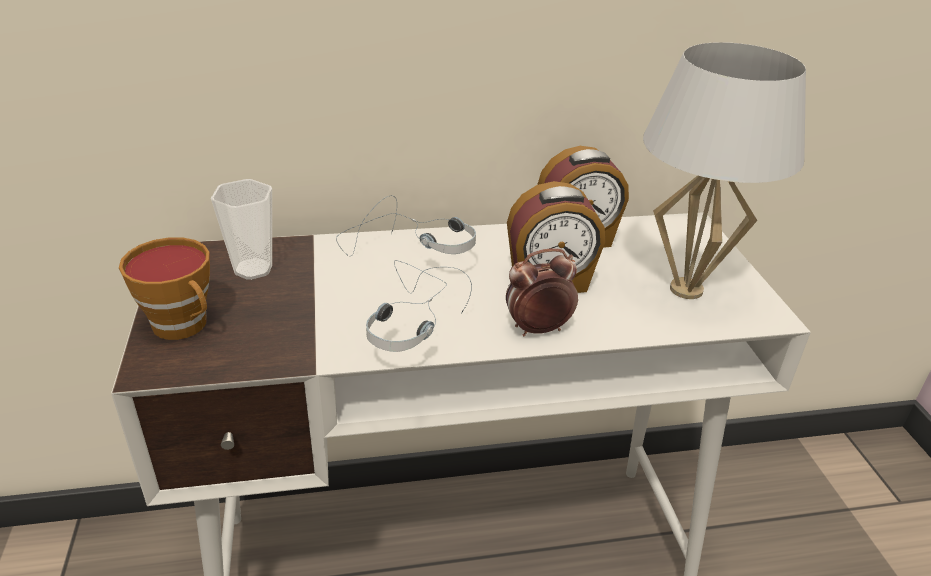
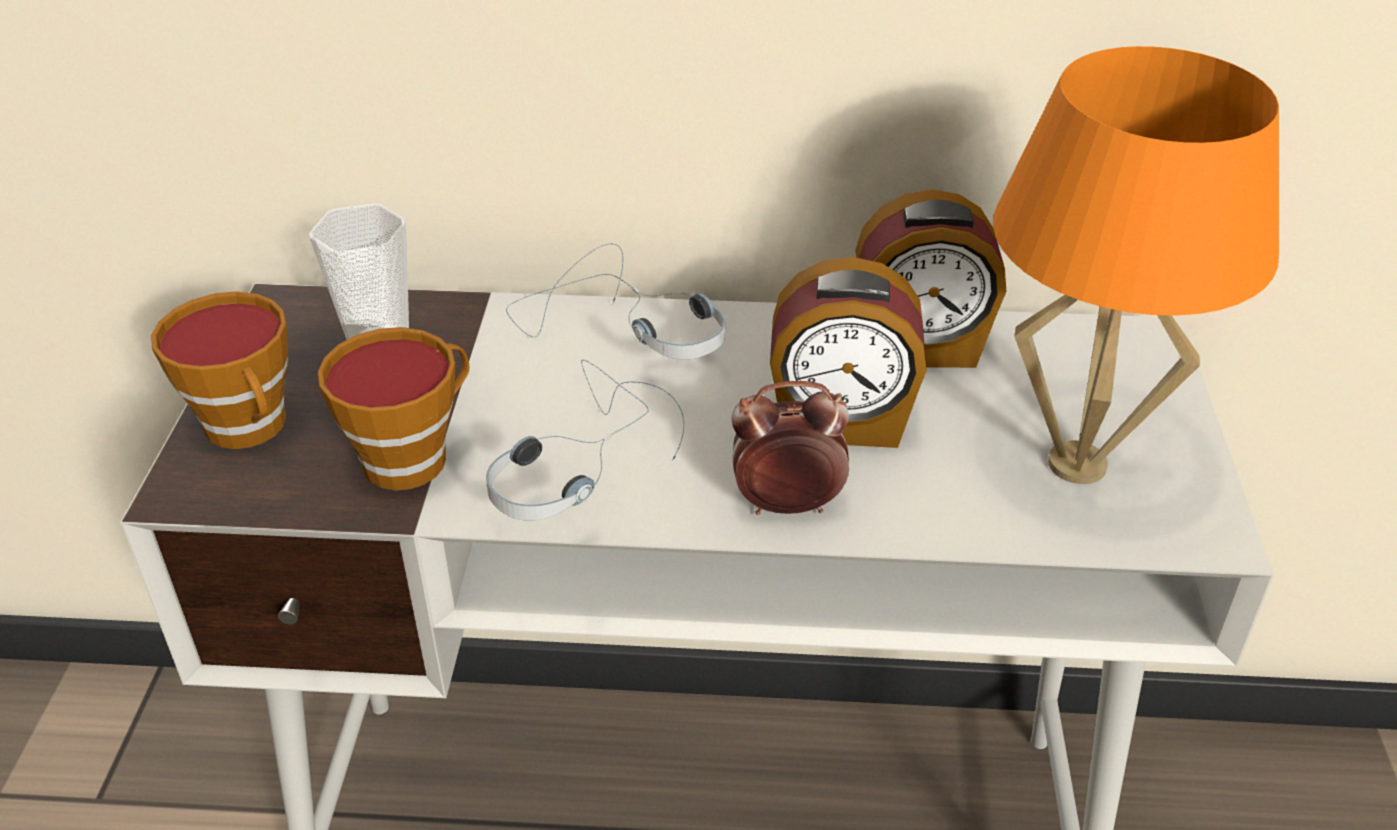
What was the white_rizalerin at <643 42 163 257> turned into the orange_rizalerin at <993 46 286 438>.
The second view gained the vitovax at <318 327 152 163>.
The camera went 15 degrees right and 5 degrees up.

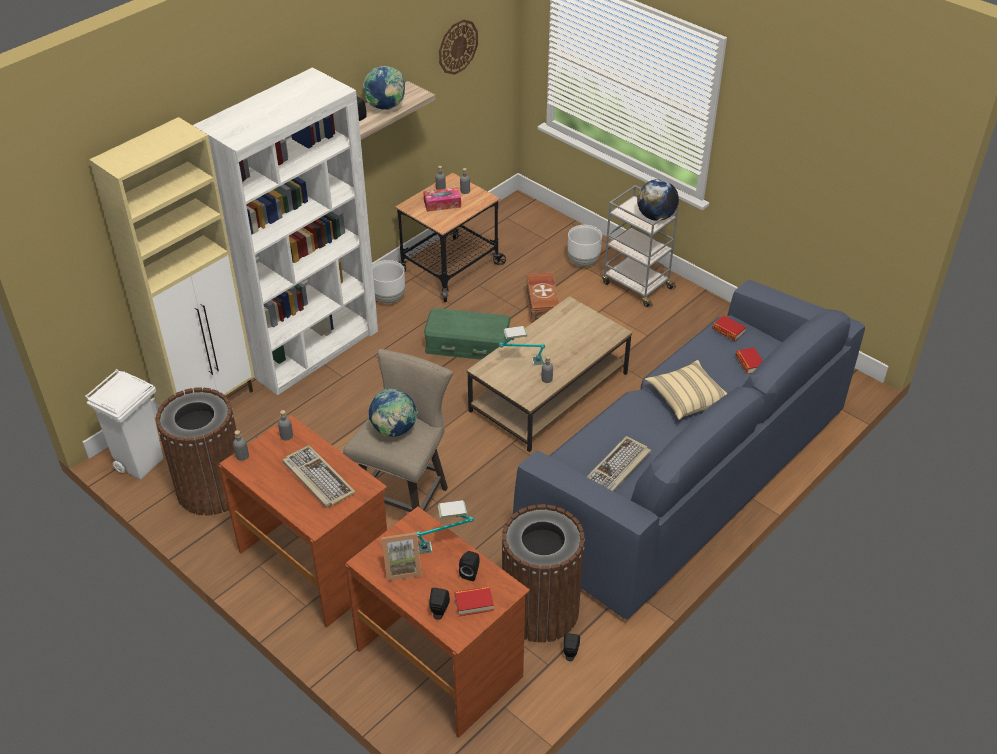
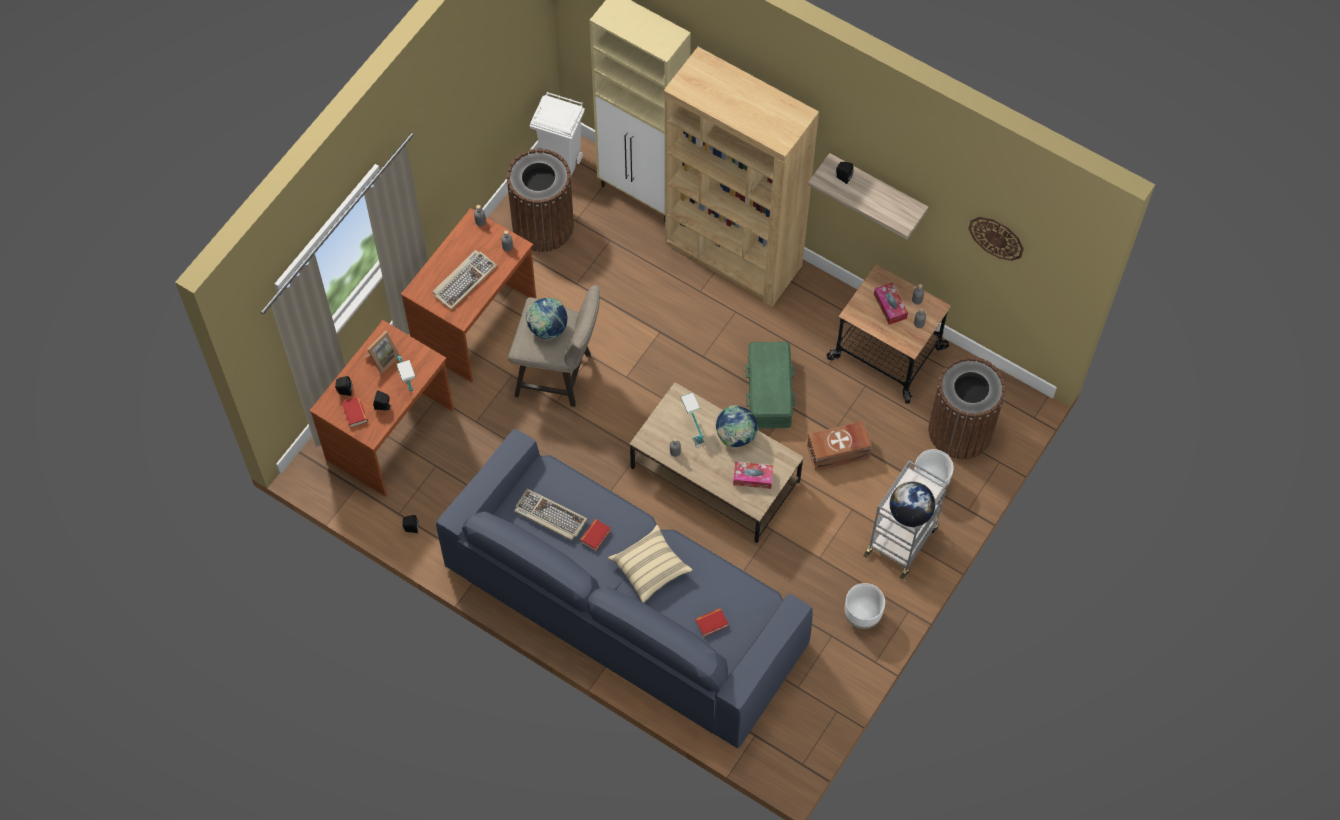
The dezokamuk ended up elsewhere, having gone from <363 66 42 44> to <716 405 43 43>.
What was the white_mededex at <193 67 185 328> turned into the brown_mededex at <664 47 155 260>.
The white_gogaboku ended up elsewhere, having gone from <372 260 33 44> to <845 583 40 46>.
The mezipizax ended up elsewhere, having gone from <712 315 34 26> to <580 519 31 33>.
The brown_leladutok ended up elsewhere, having gone from <501 504 84 138> to <928 357 78 103>.
The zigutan at <382 532 40 49> ended up facing another way, 120 degrees counterclockwise from before.
The second view gained the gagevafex at <733 462 40 27>.
The camera went 80 degrees right and 20 degrees up.

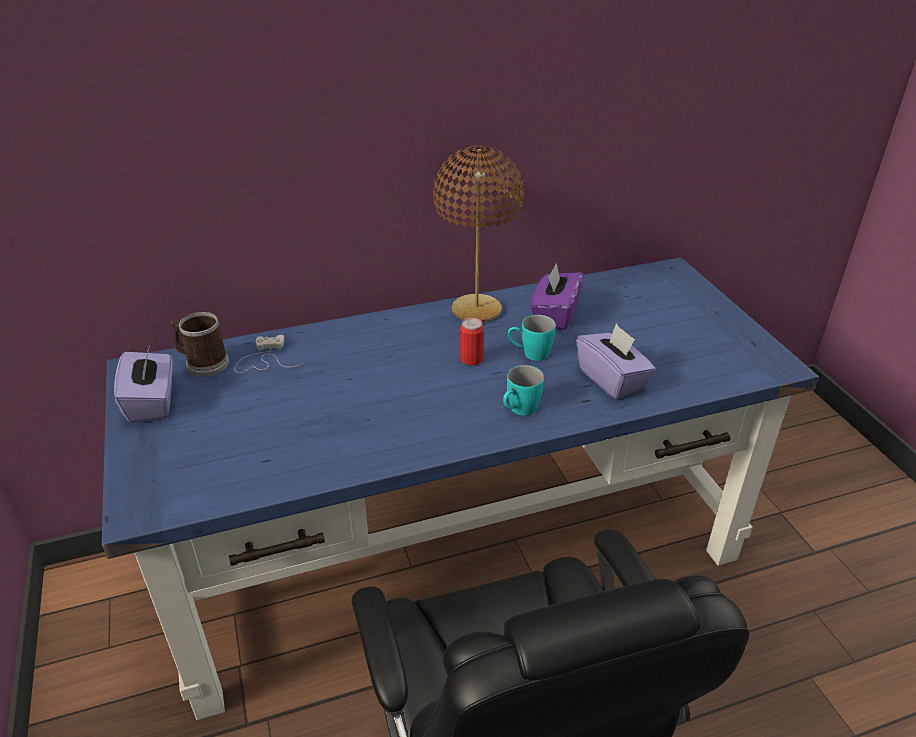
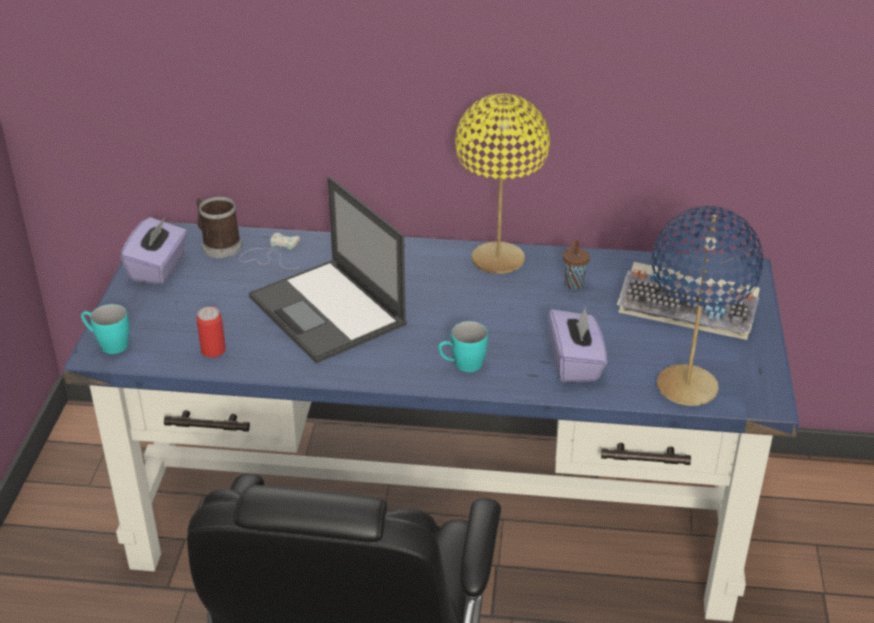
What was the brown_rizalerin at <433 145 91 177> turned into the yellow_rizalerin at <455 93 95 181>.
Where the purple_gagevafex stood at <530 263 54 67>, the brown_vitovax came to stand at <563 240 27 49>.
The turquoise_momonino ended up elsewhere, having gone from <508 315 48 46> to <81 304 48 50>.
The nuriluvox ended up elsewhere, having gone from <460 318 24 48> to <196 307 30 51>.
The second view gained the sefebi at <249 177 158 186>.
The second view gained the blue_rizalerin at <652 206 111 200>.
The second view gained the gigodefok at <617 262 143 78>.
The camera went 25 degrees right and 0 degrees up.

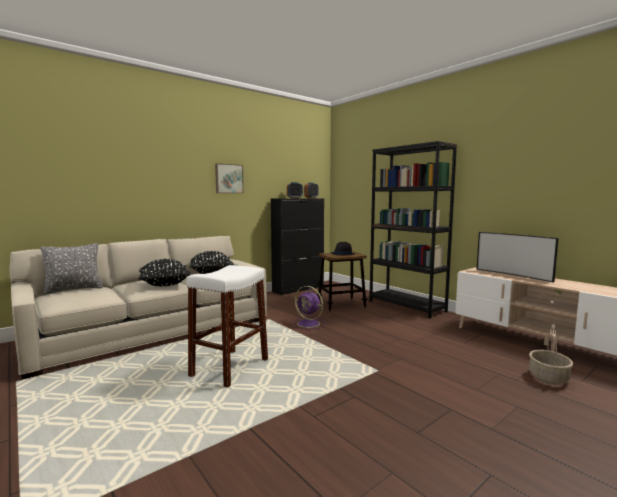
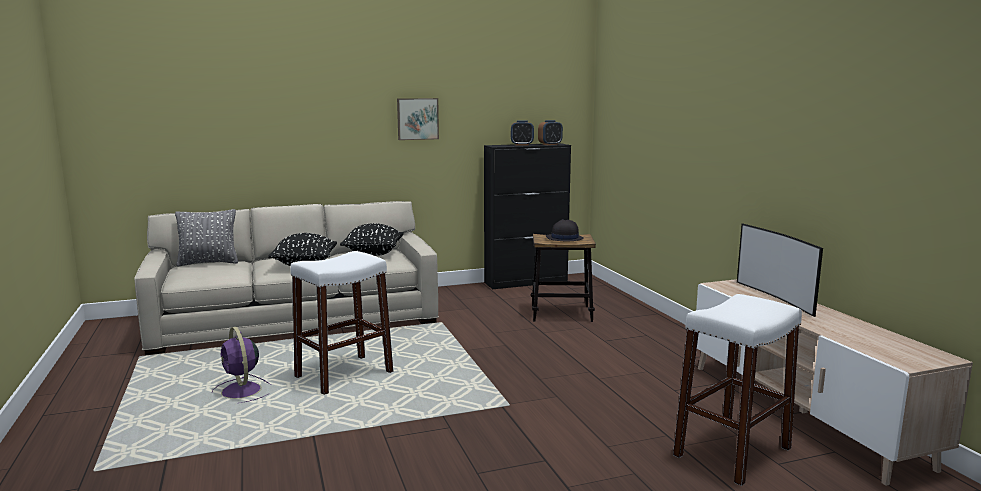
The second view lost the black_mededex at <369 141 88 177>.
The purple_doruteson ended up elsewhere, having gone from <292 286 35 44> to <212 327 59 76>.
Where the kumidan stood at <529 324 44 61>, the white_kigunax came to stand at <673 294 129 192>.
The camera went 20 degrees right and 5 degrees up.

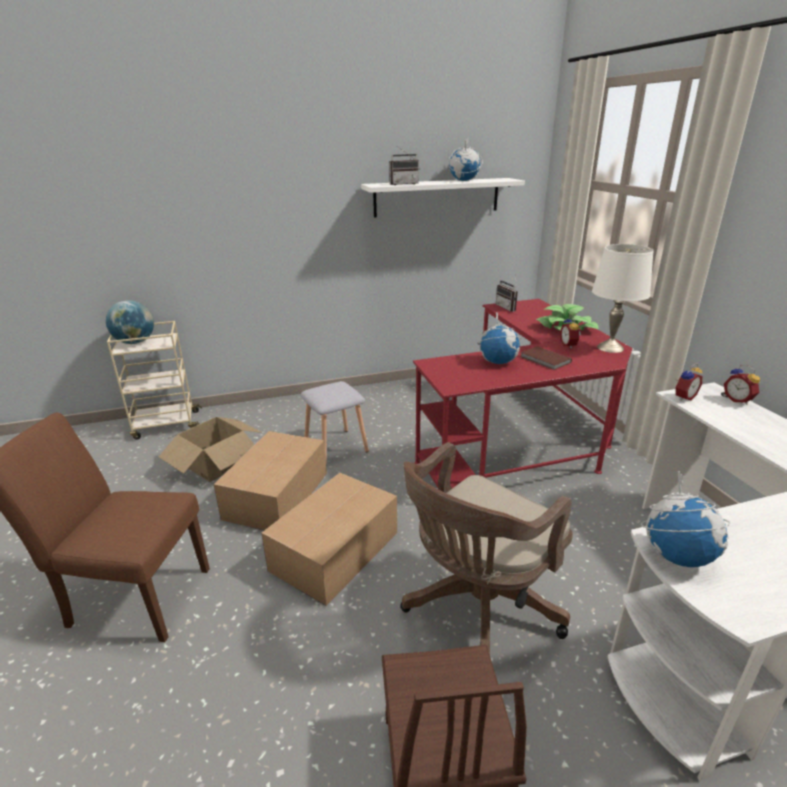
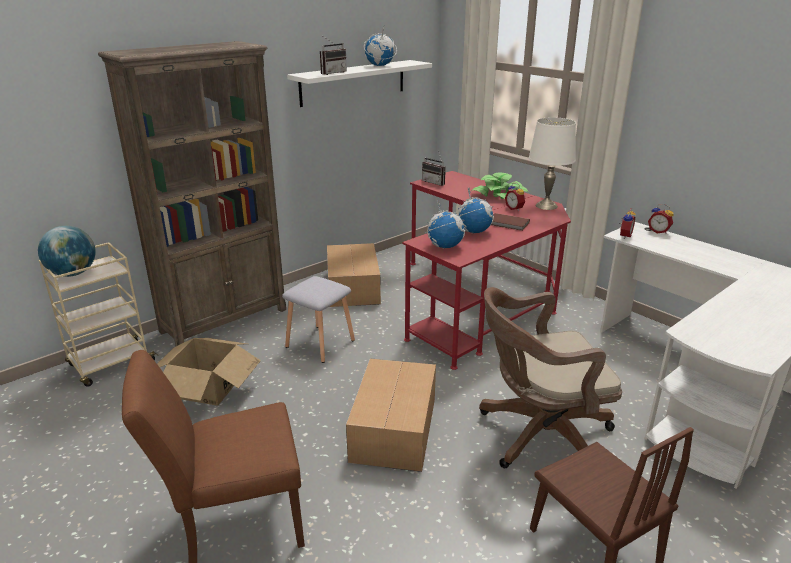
The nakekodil ended up elsewhere, having gone from <214 431 113 99> to <327 243 54 64>.
The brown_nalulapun at <400 442 173 212> ended up facing another way, 60 degrees clockwise from before.
The dezokamuk ended up elsewhere, having gone from <641 471 89 96> to <425 200 40 48>.
The second view gained the brown_mededex at <98 41 188 305>.
The camera went 25 degrees left and 0 degrees up.

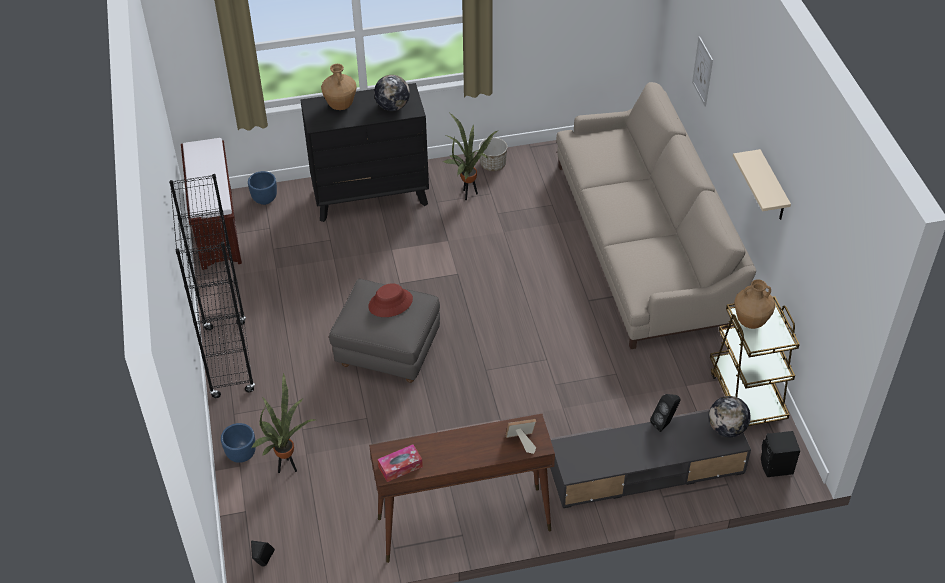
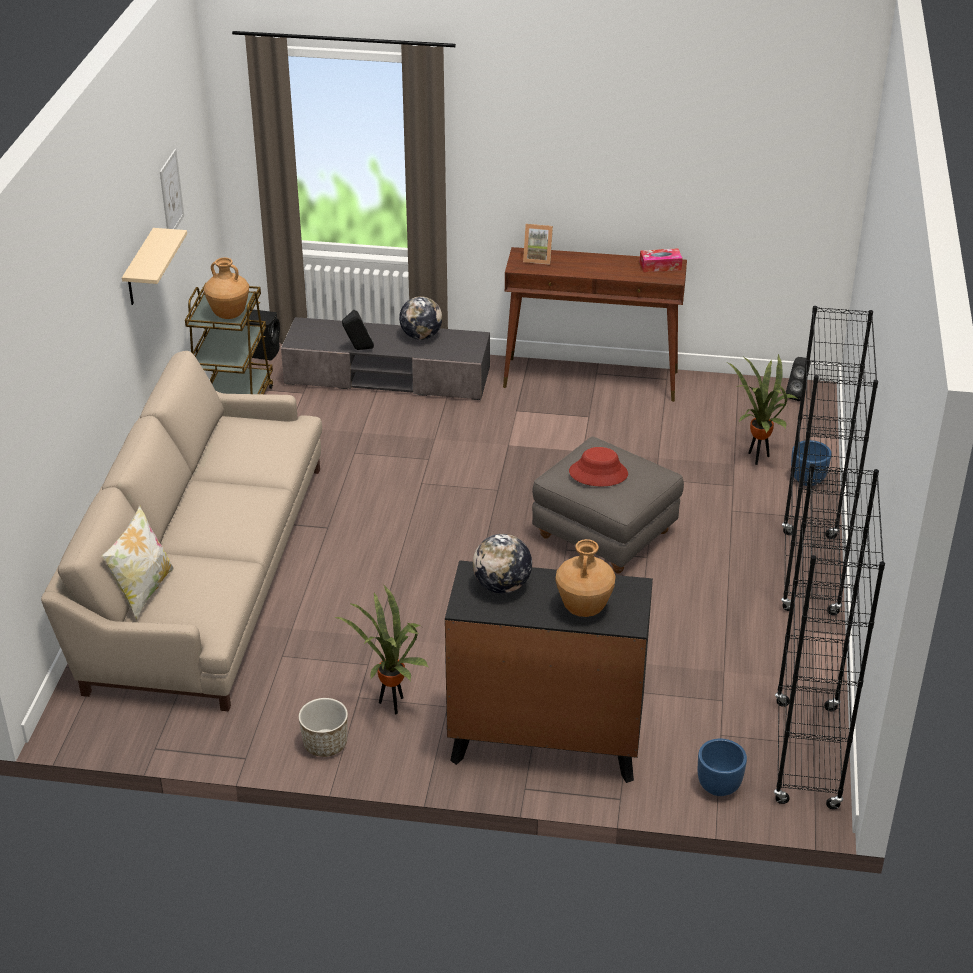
The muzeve ended up elsewhere, having gone from <692 36 21 70> to <160 149 24 80>.
Where the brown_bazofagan stood at <181 138 61 132>, the black_mededex came to stand at <774 464 111 345>.
The dezokamuk ended up elsewhere, having gone from <709 396 42 41> to <399 296 43 44>.
The second view gained the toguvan at <102 505 72 115>.
The camera went 160 degrees left and 10 degrees down.

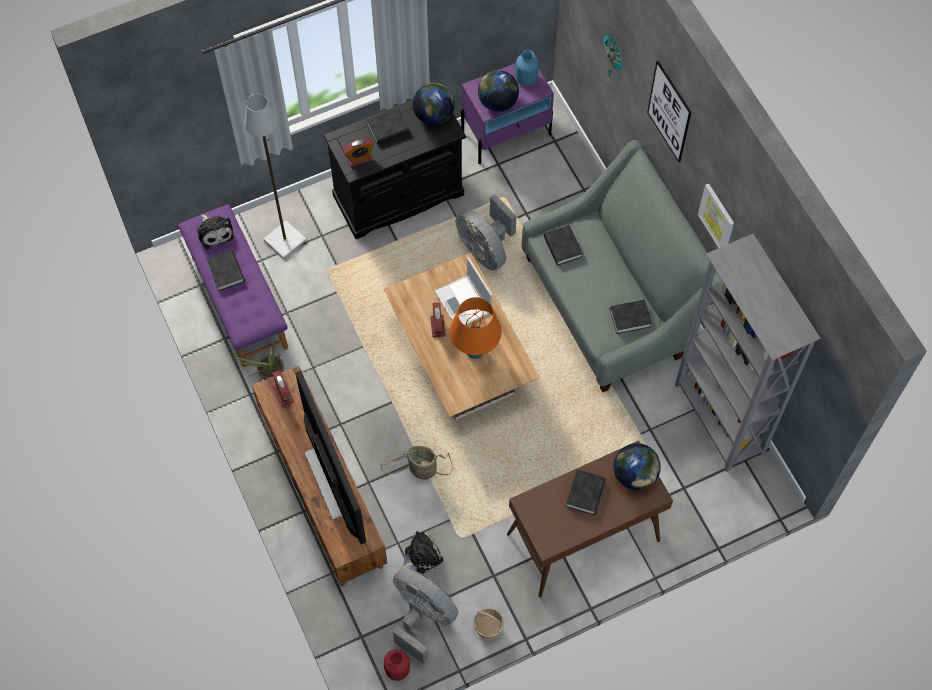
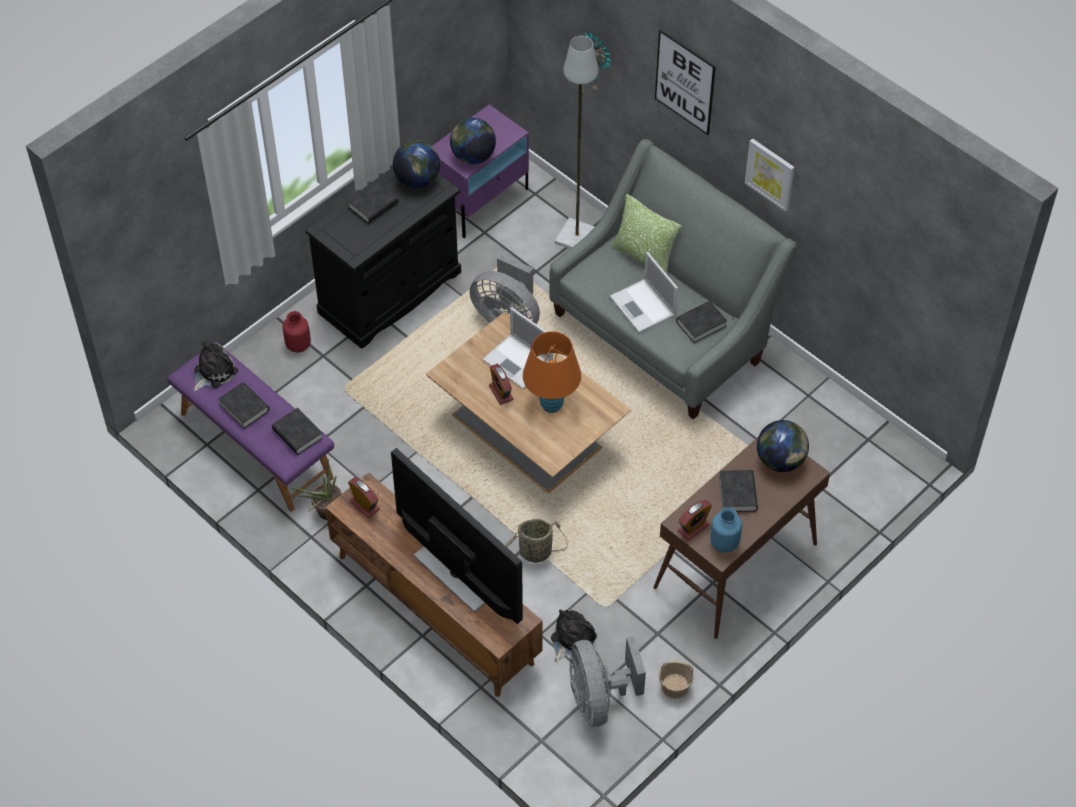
The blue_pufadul ended up elsewhere, having gone from <515 50 24 36> to <710 507 32 46>.
The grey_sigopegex ended up elsewhere, having gone from <245 94 62 165> to <555 36 44 213>.
The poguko ended up elsewhere, having gone from <343 139 31 28> to <678 500 34 40>.
The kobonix at <197 214 37 35> ended up facing another way, 90 degrees counterclockwise from before.
The black_mezipizax ended up elsewhere, having gone from <544 225 39 40> to <272 407 51 48>.
The second view lost the grey_mededex at <675 234 146 238>.
The grey_doruteson at <393 568 65 96> ended up facing another way, 120 degrees counterclockwise from before.
The red_pufadul ended up elsewhere, having gone from <384 649 26 32> to <282 311 29 42>.
The second view gained the toguvan at <611 194 70 80>.
The second view gained the sefebi at <610 252 68 81>.
The camera went 20 degrees left and 10 degrees down.

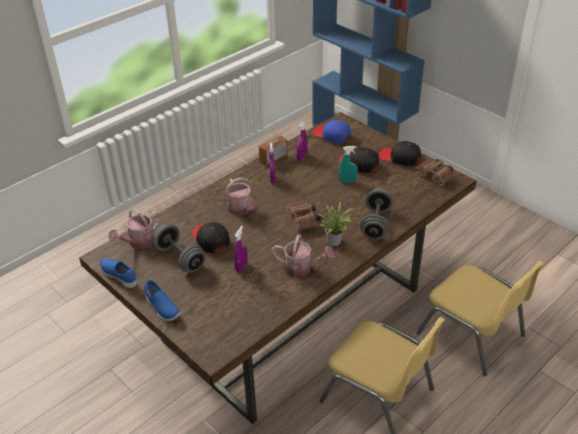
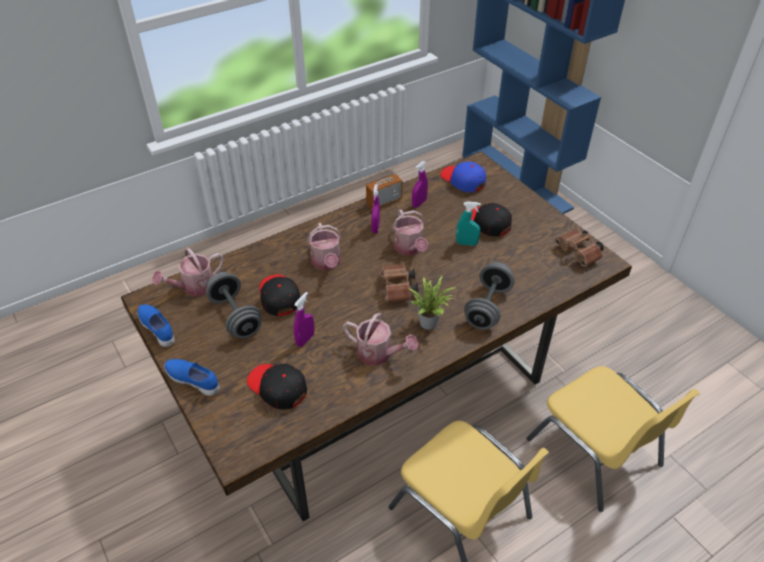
The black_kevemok ended up elsewhere, having gone from <379 141 42 25> to <247 364 60 46>.
The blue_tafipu at <144 280 36 41> ended up facing another way, 150 degrees clockwise from before.
The second view gained the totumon at <393 210 35 46>.
The camera went 10 degrees right and 5 degrees up.

